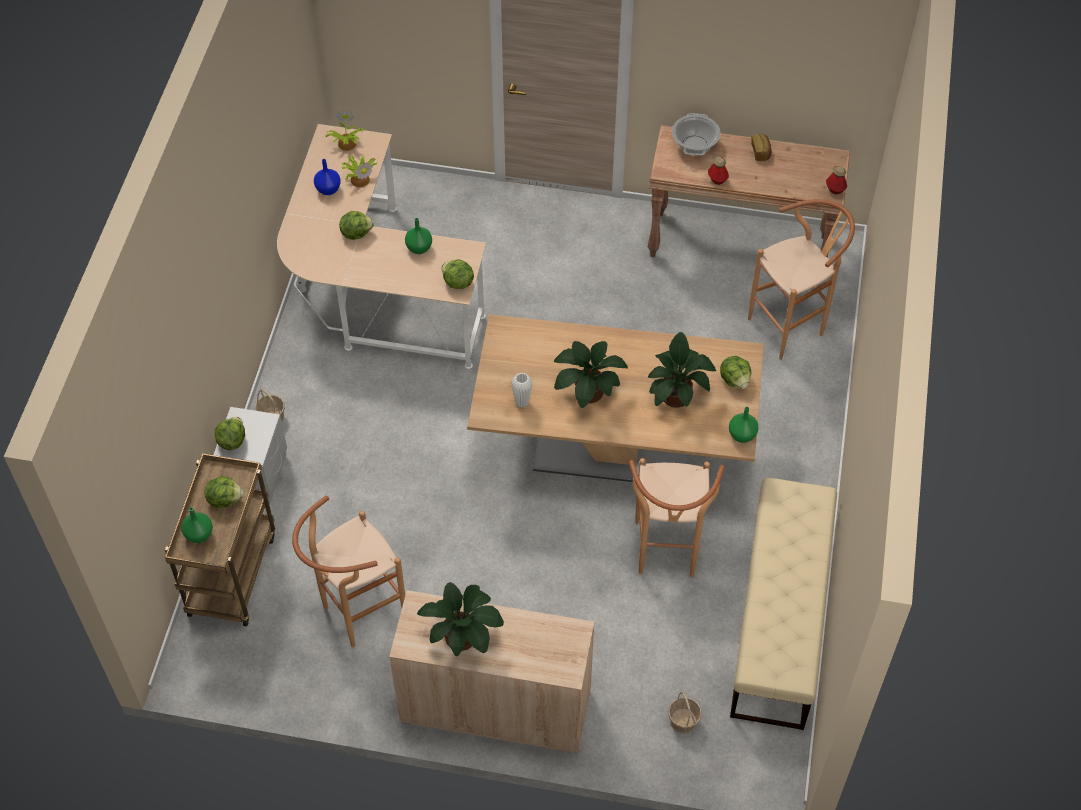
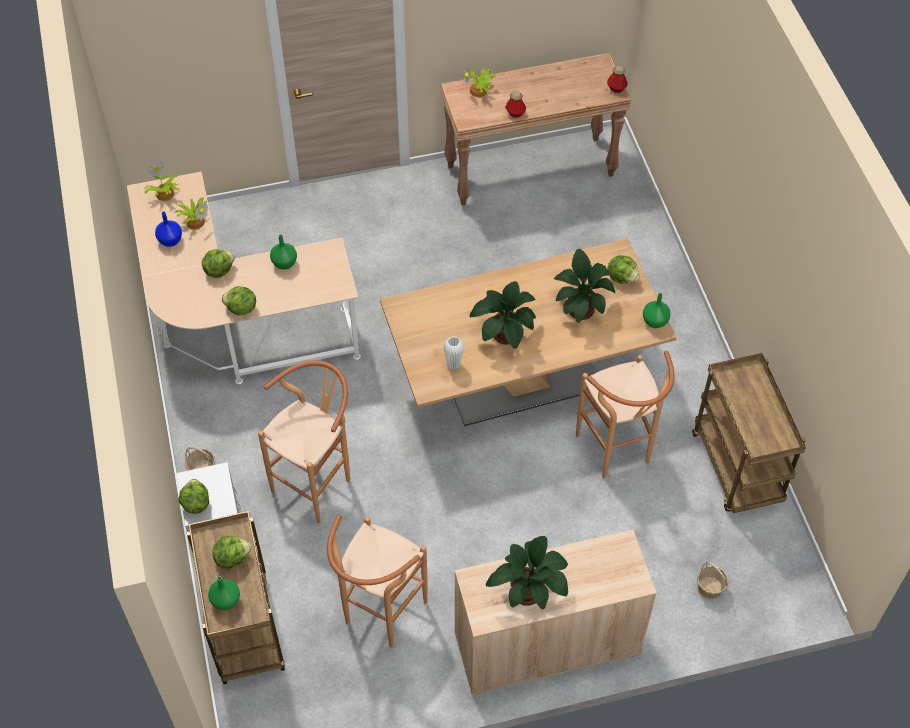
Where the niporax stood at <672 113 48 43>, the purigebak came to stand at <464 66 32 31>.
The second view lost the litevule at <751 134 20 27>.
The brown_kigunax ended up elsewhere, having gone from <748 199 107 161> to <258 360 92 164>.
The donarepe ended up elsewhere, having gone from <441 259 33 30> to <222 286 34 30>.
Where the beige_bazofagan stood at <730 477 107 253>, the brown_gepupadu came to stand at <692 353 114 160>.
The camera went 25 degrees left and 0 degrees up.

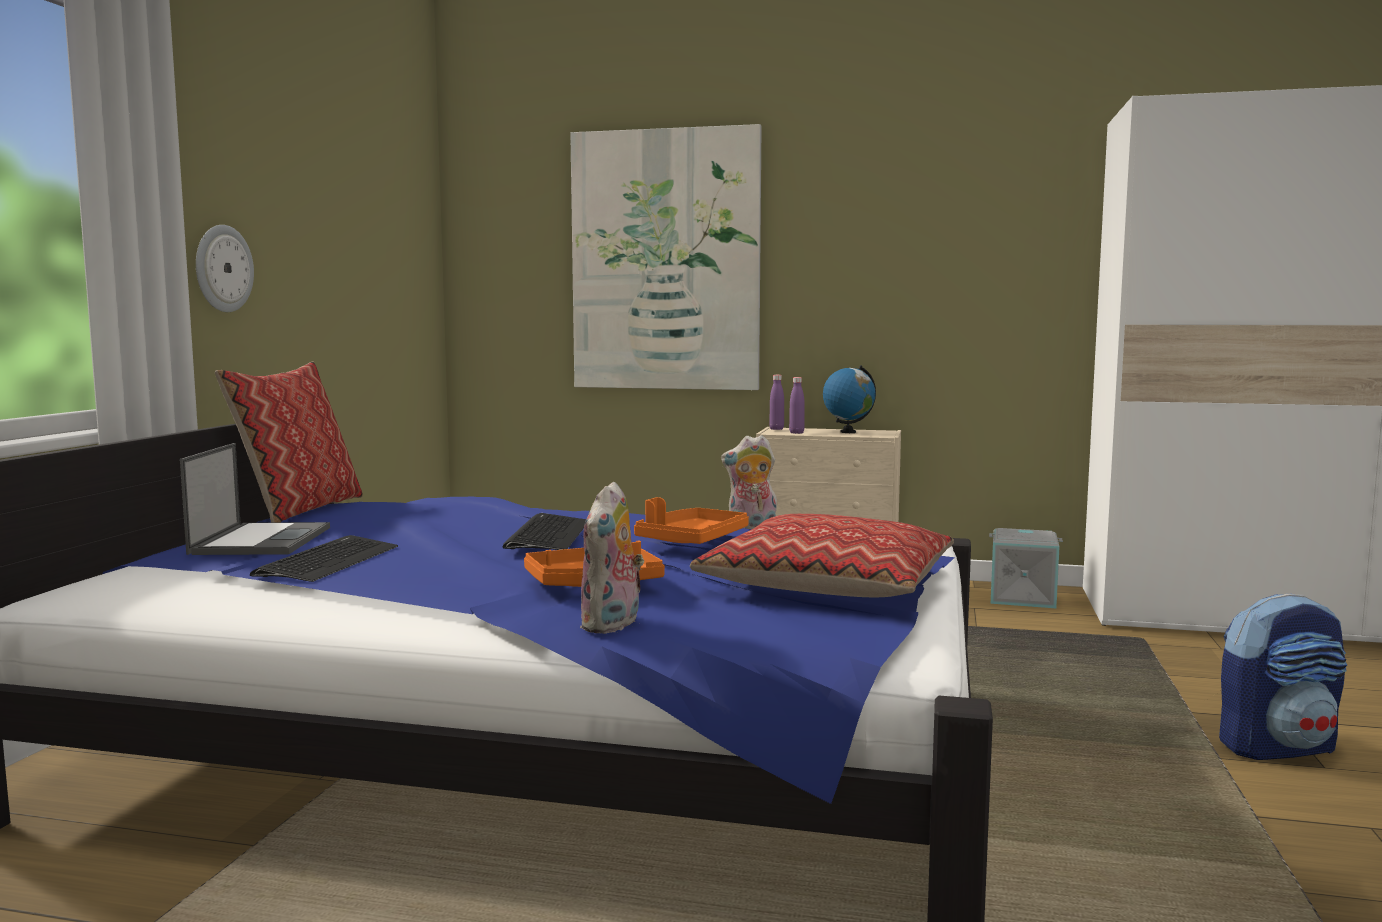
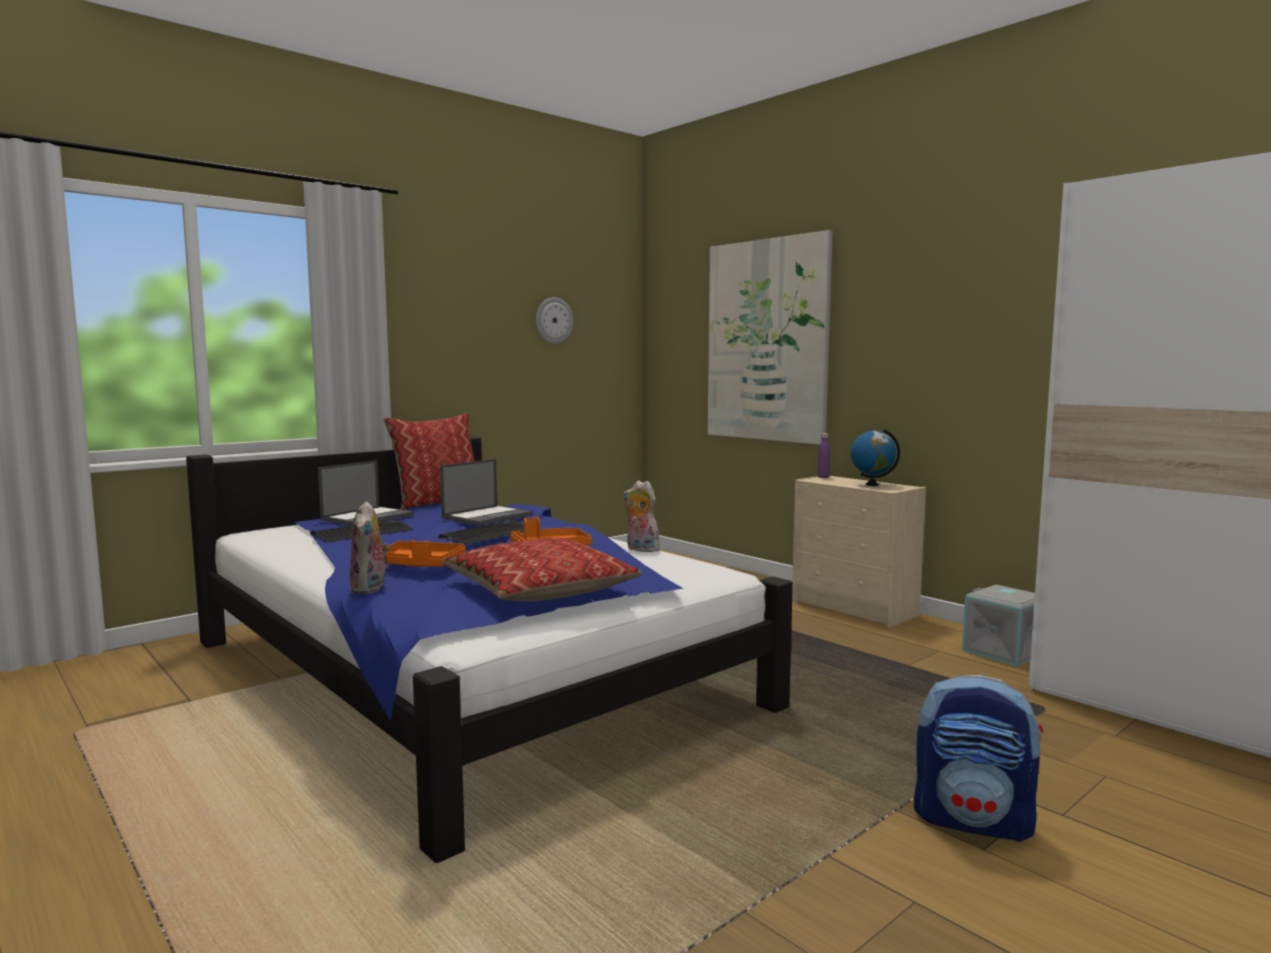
The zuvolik ended up elsewhere, having gone from <196 225 58 87> to <536 297 37 47>.
The second view lost the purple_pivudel at <789 377 16 57>.
The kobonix at <579 481 65 153> ended up facing another way, 60 degrees counterclockwise from before.
The second view gained the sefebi at <440 459 93 67>.
The camera went 35 degrees right and 0 degrees up.

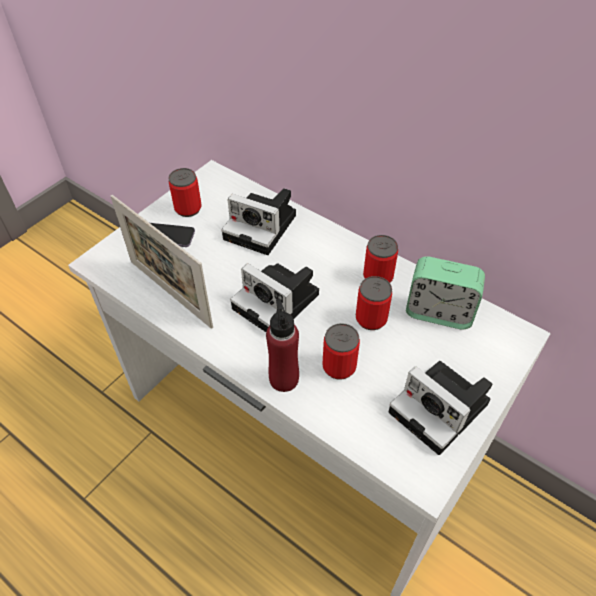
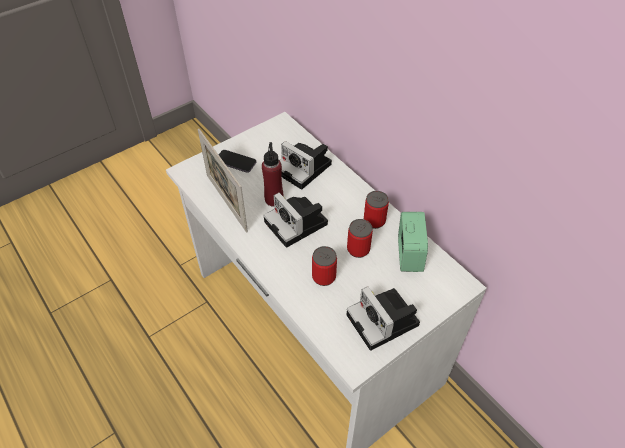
The second view lost the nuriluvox at <169 168 33 49>.
The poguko at <406 256 79 73> ended up facing another way, 120 degrees counterclockwise from before.
The red_pivudel ended up elsewhere, having gone from <266 299 33 93> to <262 142 22 65>.
The camera went 15 degrees right and 0 degrees up.

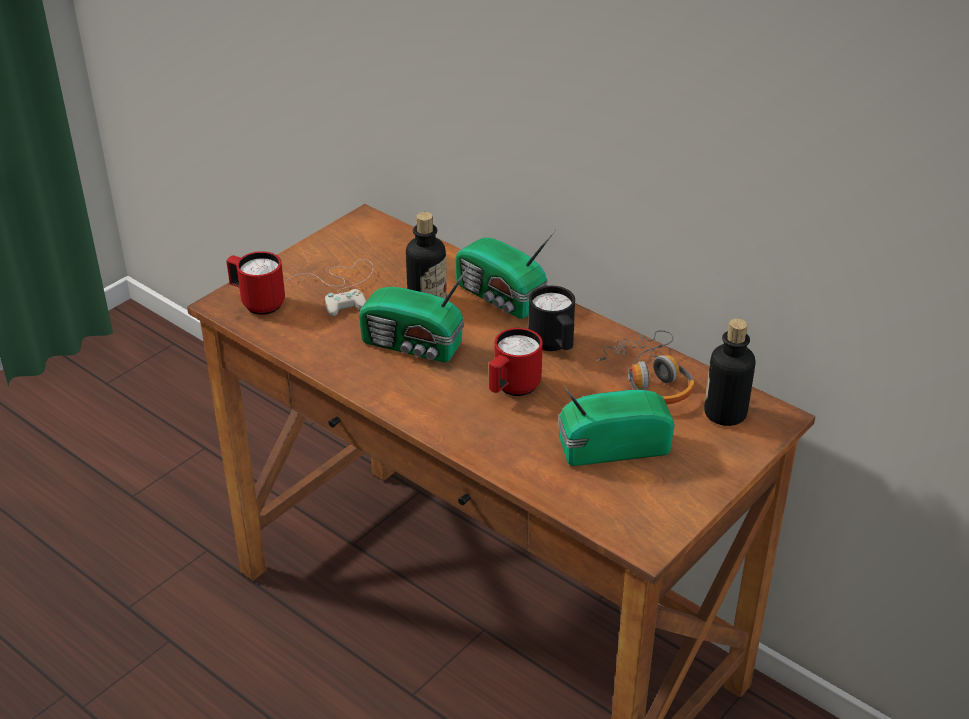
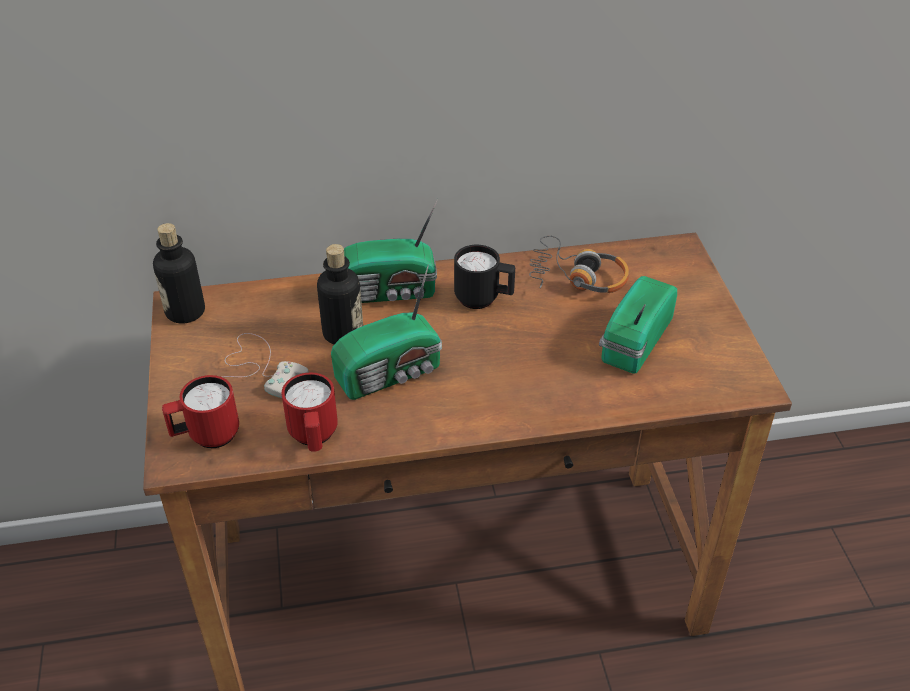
The pivudel ended up elsewhere, having gone from <704 319 51 107> to <153 223 52 101>.
The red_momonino ended up elsewhere, having gone from <489 328 54 68> to <282 372 56 80>.
The camera went 50 degrees left and 5 degrees up.

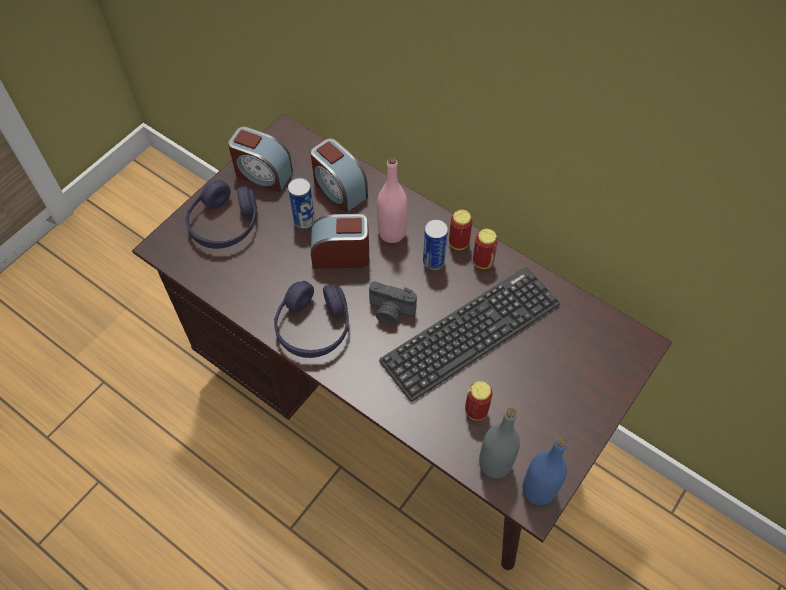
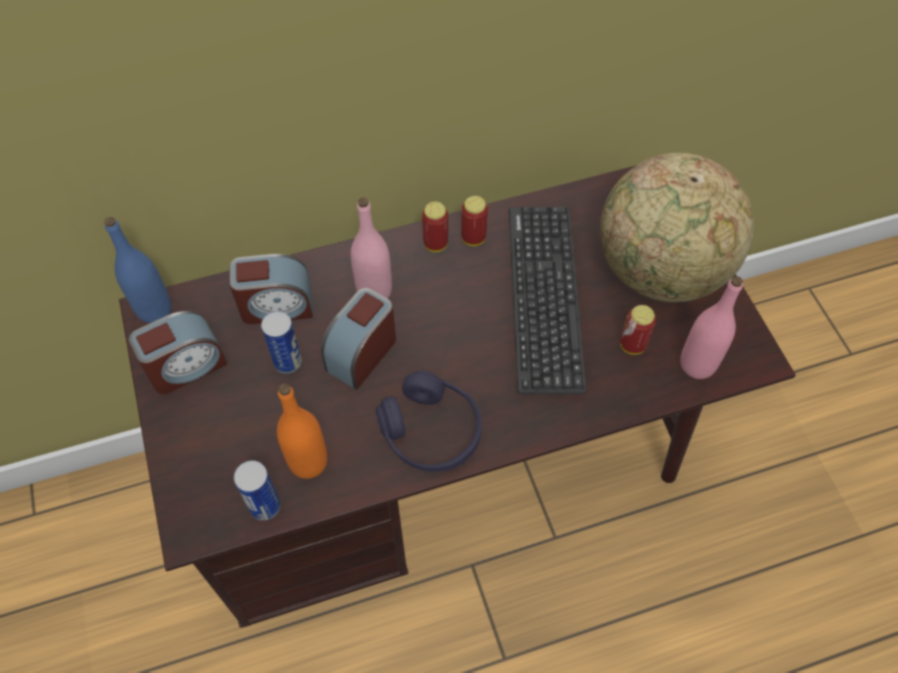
The second view lost the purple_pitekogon at <185 180 72 69>.
The nuriluvox ended up elsewhere, having gone from <423 219 25 51> to <234 460 46 61>.
The second view lost the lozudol at <369 281 48 44>.
What was the grey_pivudel at <479 408 41 71> turned into the pink_pivudel at <680 276 63 103>.
The blue_pivudel ended up elsewhere, having gone from <523 437 44 68> to <104 217 67 106>.
The second view gained the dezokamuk at <600 153 154 149>.
The second view gained the orange_pivudel at <277 384 50 95>.
The camera went 55 degrees left and 0 degrees up.

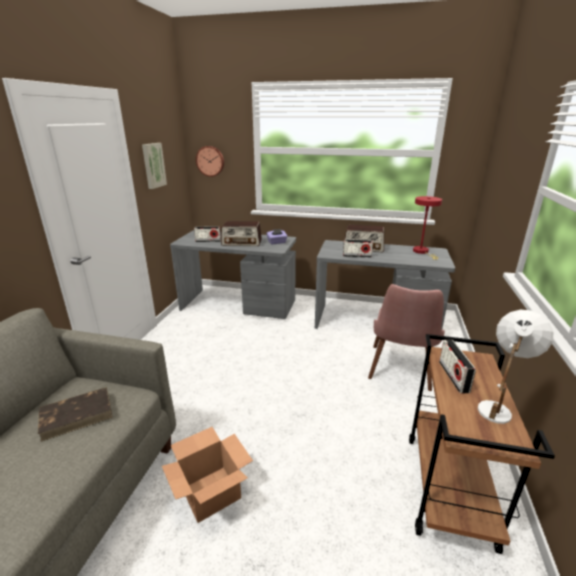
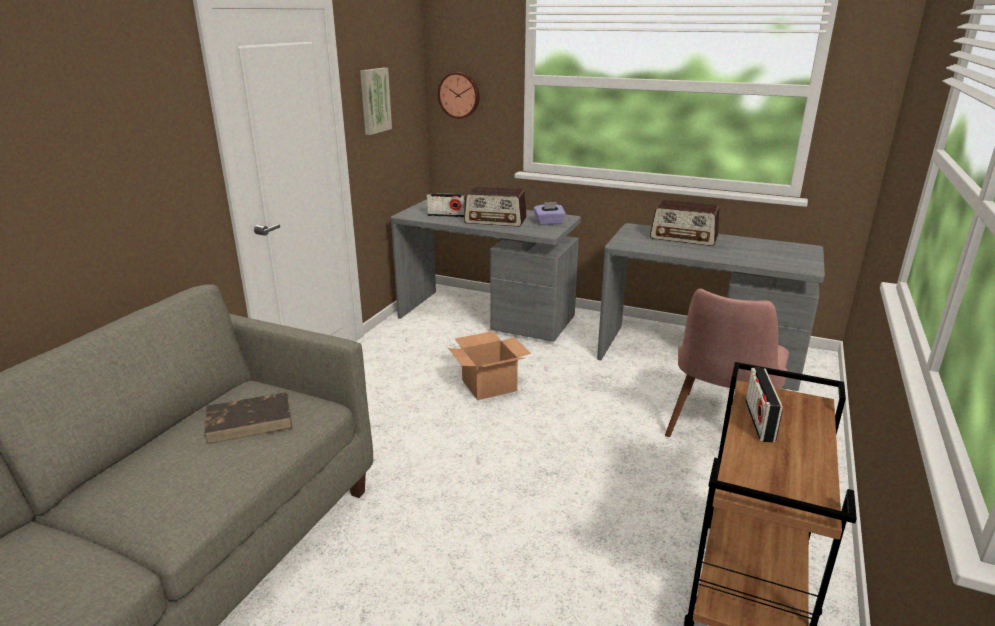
The second view lost the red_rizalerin at <413 196 29 64>.
The second view lost the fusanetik at <343 240 30 17>.
The second view lost the white_rizalerin at <478 310 76 114>.
The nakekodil ended up elsewhere, having gone from <162 427 91 96> to <448 331 83 69>.
The camera went 10 degrees right and 0 degrees up.

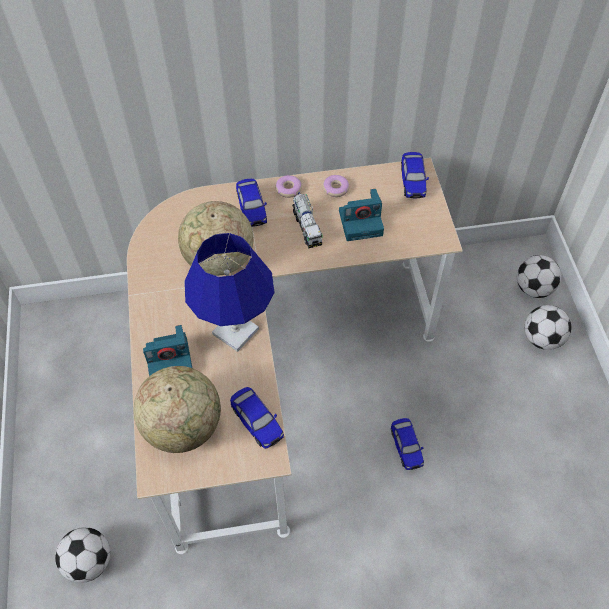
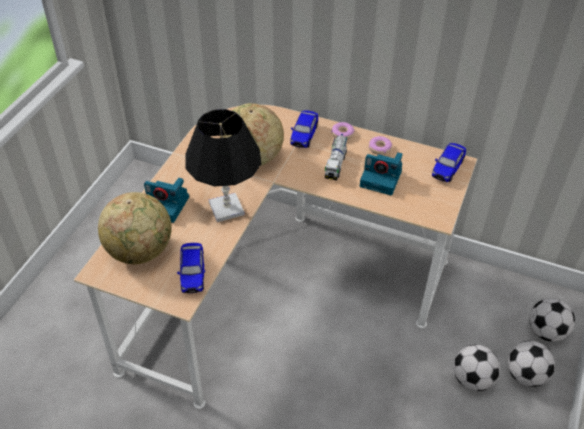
What was the blue_rizalerin at <184 233 91 119> turned into the black_rizalerin at <185 109 76 113>.
The second view lost the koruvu at <391 418 33 52>.
The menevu ended up elsewhere, having gone from <55 527 55 56> to <453 345 47 46>.
The camera went 30 degrees right and 10 degrees down.

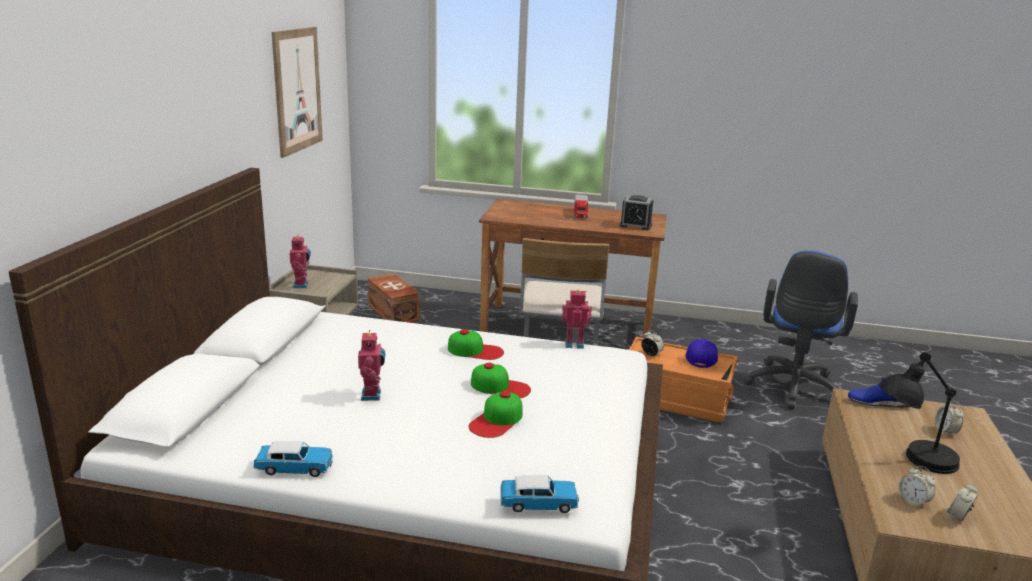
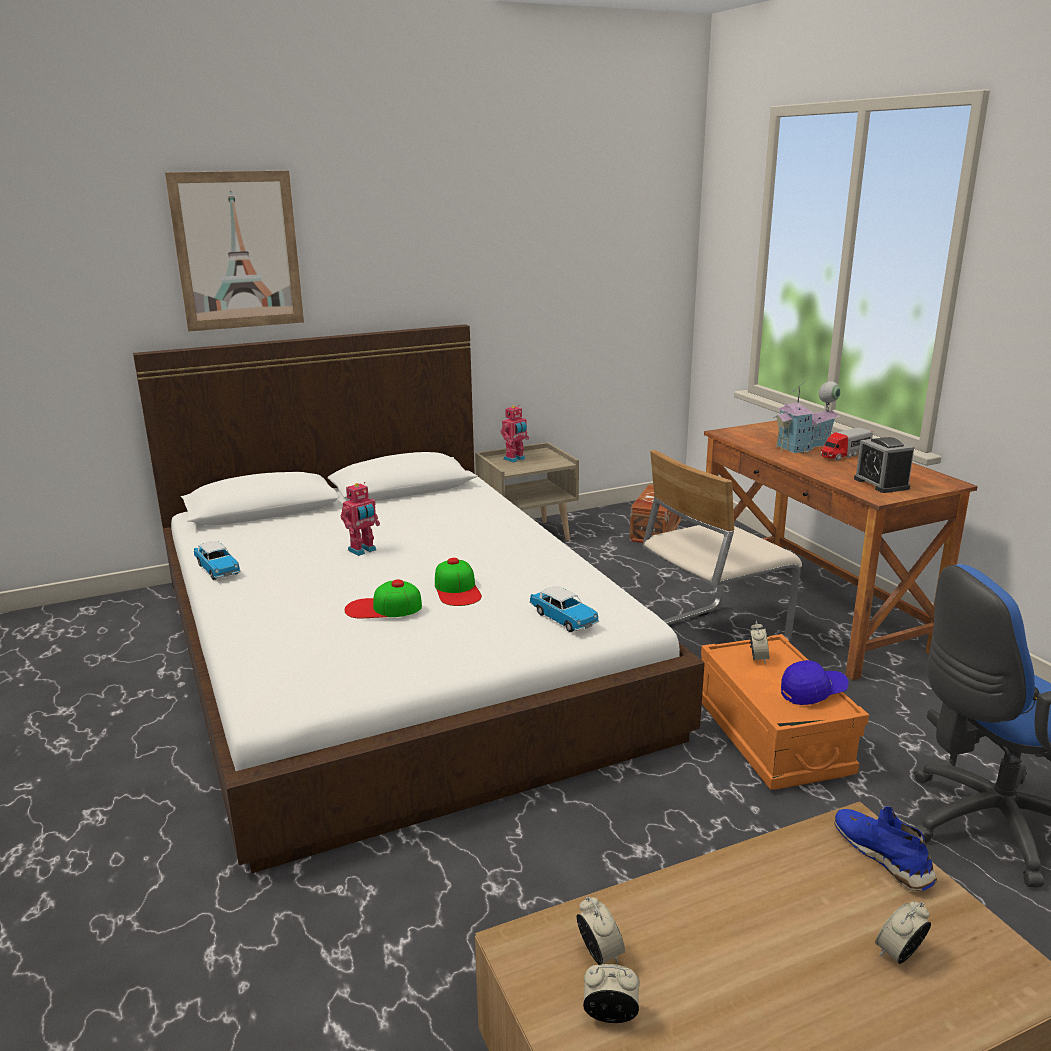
The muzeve ended up elsewhere, having gone from <272 27 51 131> to <165 171 139 161>.
The second view lost the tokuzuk at <561 290 31 59>.
The second view lost the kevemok at <448 329 56 31>.
The second view lost the black_rizalerin at <879 352 81 122>.
The poguko at <898 466 38 42> ended up facing another way, 135 degrees clockwise from before.
The koruvu ended up elsewhere, having gone from <500 475 79 38> to <530 586 69 46>.
The second view gained the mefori at <773 381 68 72>.
The camera went 55 degrees right and 0 degrees up.

